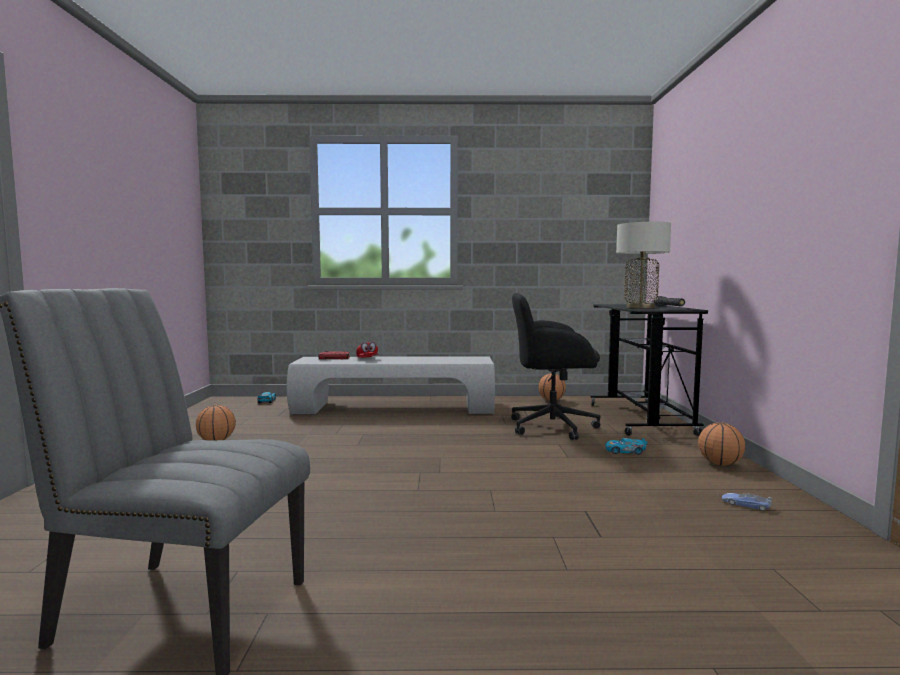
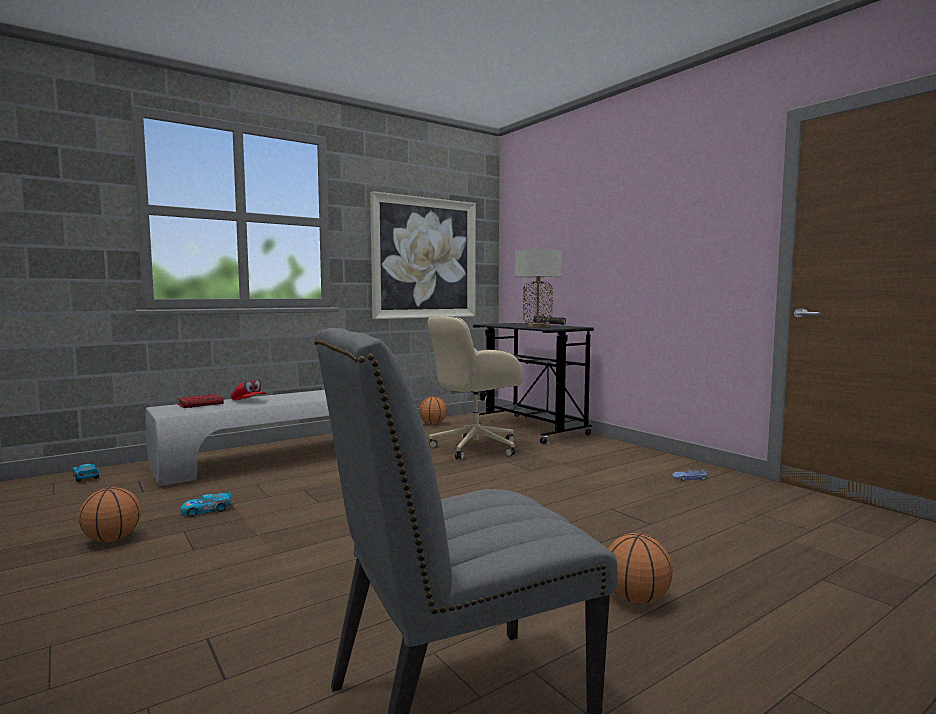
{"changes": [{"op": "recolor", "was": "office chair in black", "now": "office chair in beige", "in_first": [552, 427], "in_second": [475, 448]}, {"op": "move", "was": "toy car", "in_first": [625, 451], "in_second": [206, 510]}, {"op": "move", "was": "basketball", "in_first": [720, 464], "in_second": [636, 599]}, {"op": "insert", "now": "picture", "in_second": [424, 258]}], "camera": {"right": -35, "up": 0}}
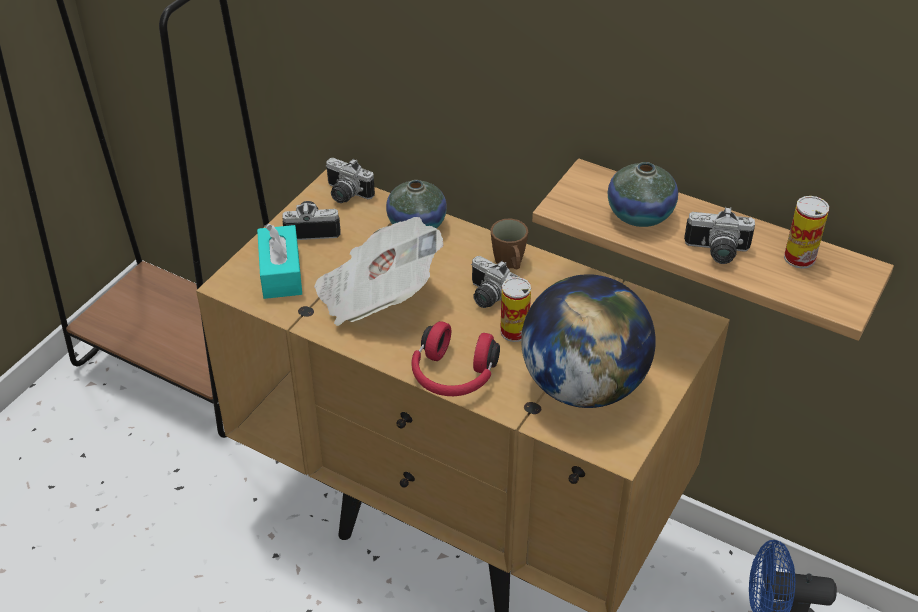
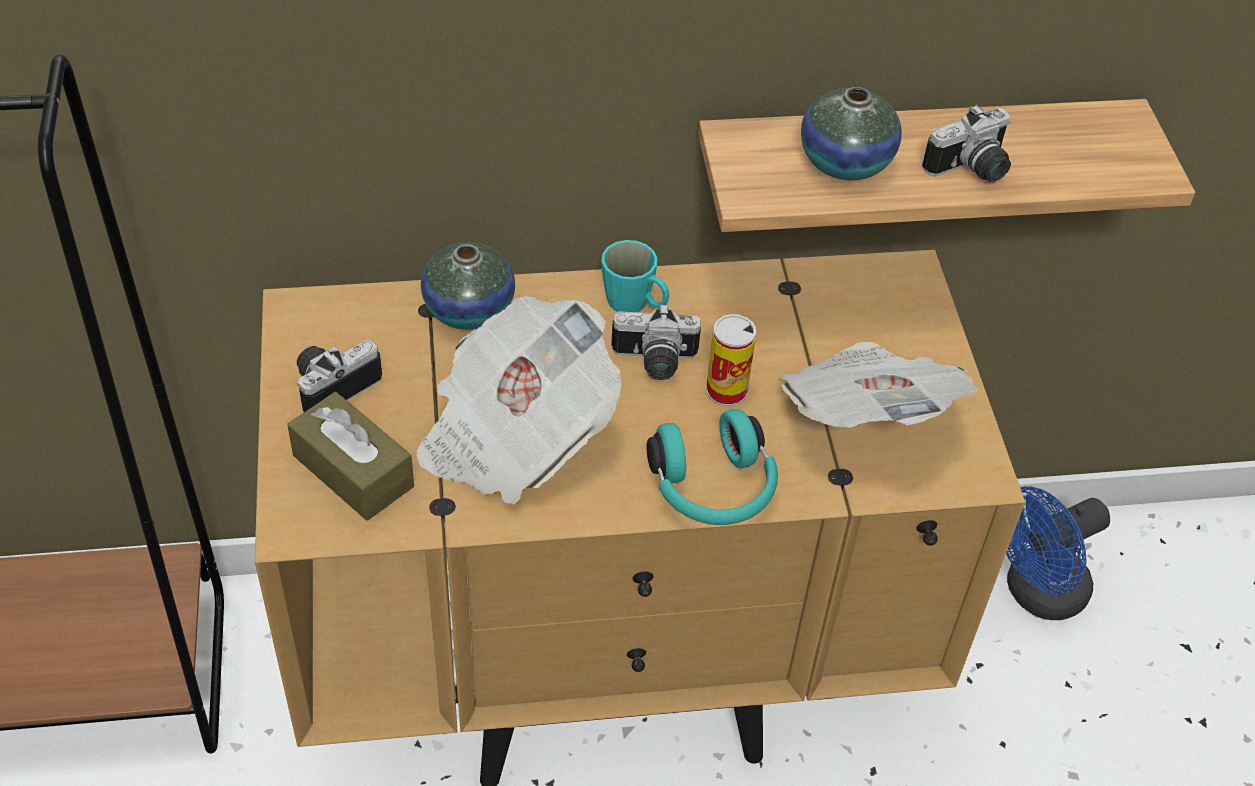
{"changes": [{"op": "recolor", "was": "tissue box in turquoise", "now": "tissue box in brown", "in_first": [281, 273], "in_second": [353, 471]}, {"op": "delete", "was": "photo camera", "in_first": [345, 195]}, {"op": "recolor", "was": "headphones in red", "now": "headphones in turquoise", "in_first": [453, 376], "in_second": [713, 489]}, {"op": "recolor", "was": "mug in brown", "now": "mug in turquoise", "in_first": [510, 264], "in_second": [635, 304]}, {"op": "replace", "was": "globe", "now": "newspaper", "in_first": [583, 385], "in_second": [867, 416]}, {"op": "delete", "was": "can", "in_first": [799, 258]}], "camera": {"right": -40, "up": 5}}
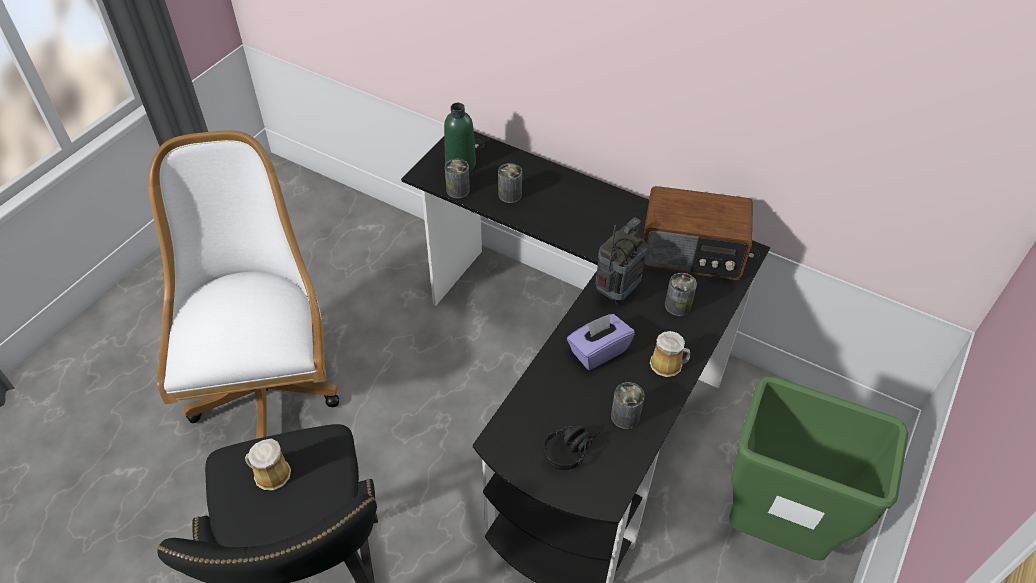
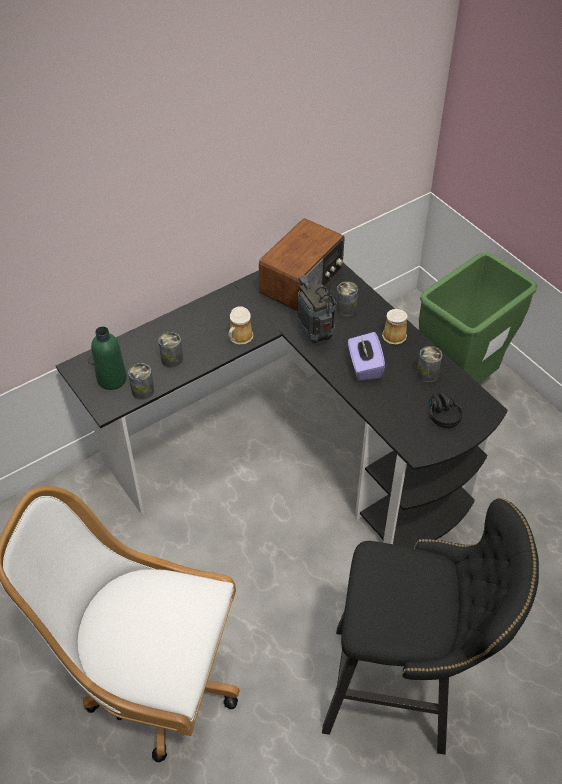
{"changes": [{"op": "move", "was": "mug", "in_first": [270, 474], "in_second": [239, 337]}], "camera": {"right": -65, "up": 0}}
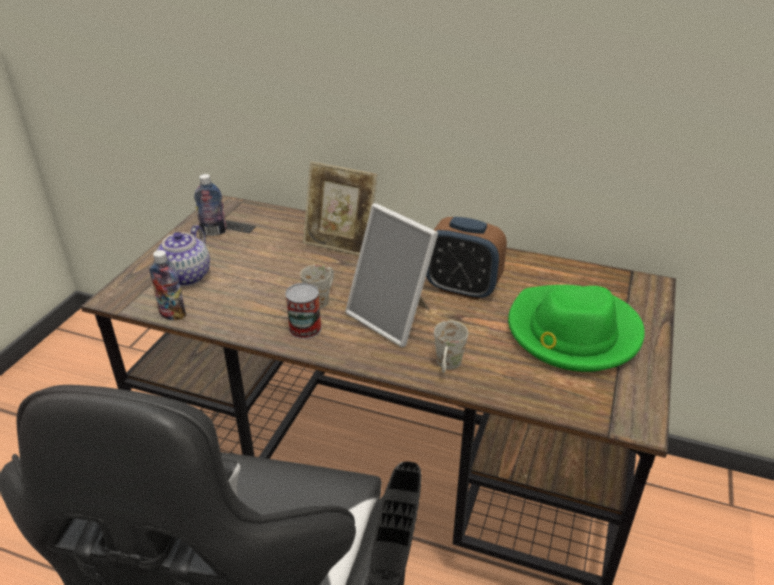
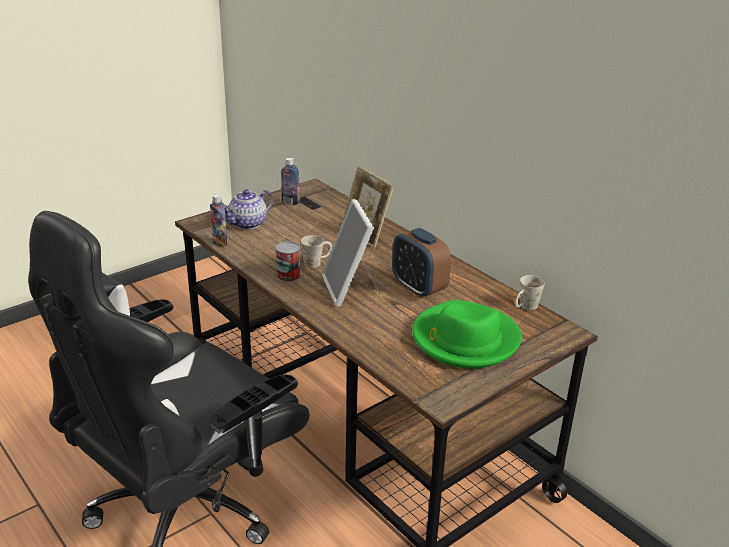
{"changes": [{"op": "move", "was": "mug in white", "in_first": [447, 367], "in_second": [525, 308]}], "camera": {"right": 30, "up": -5}}
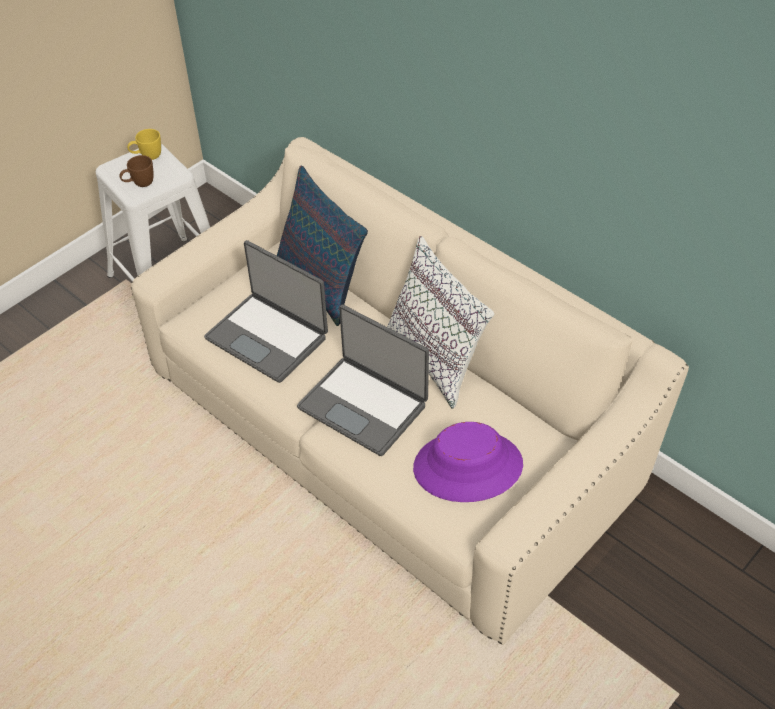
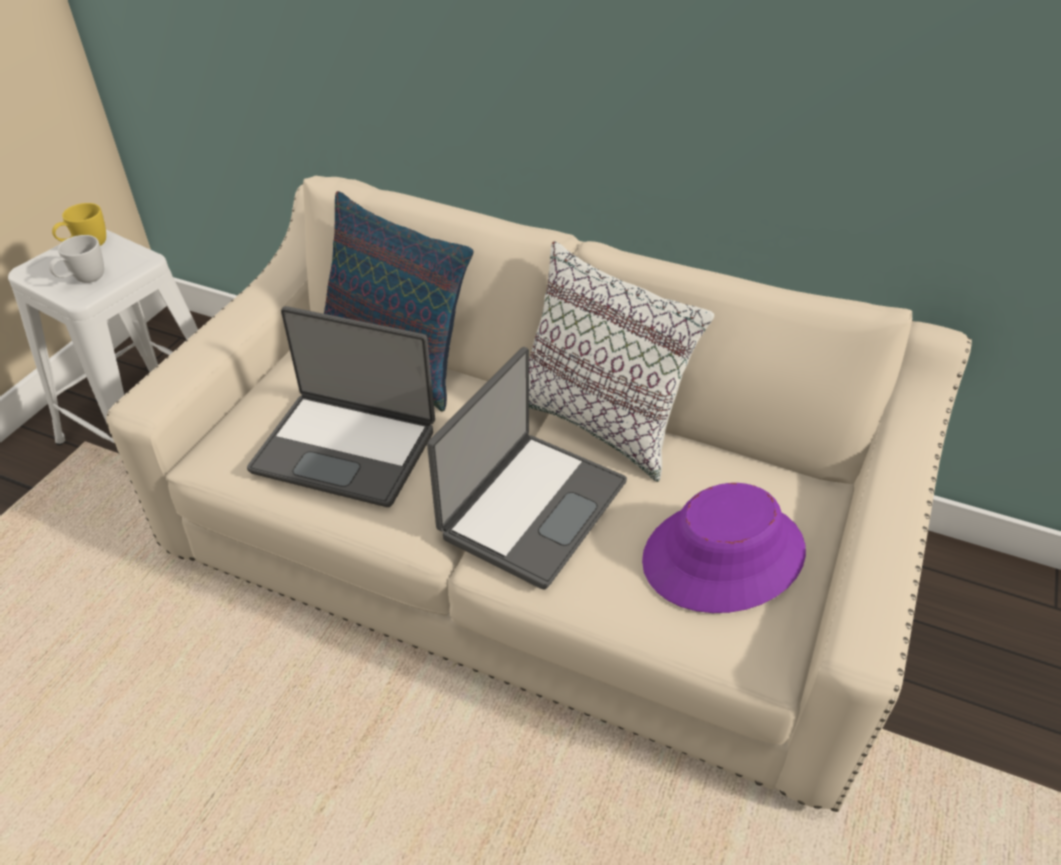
{"changes": [{"op": "recolor", "was": "mug in brown", "now": "mug in white", "in_first": [139, 184], "in_second": [84, 281]}, {"op": "rotate", "was": "laptop", "in_first": [364, 405], "in_second": [531, 508], "clockwise": -75}], "camera": {"right": -20, "up": -5}}
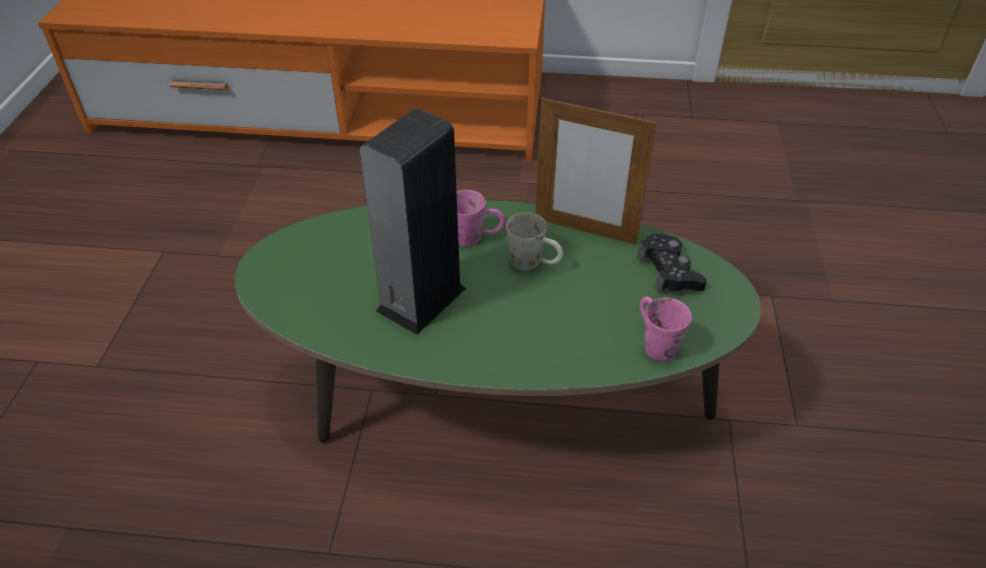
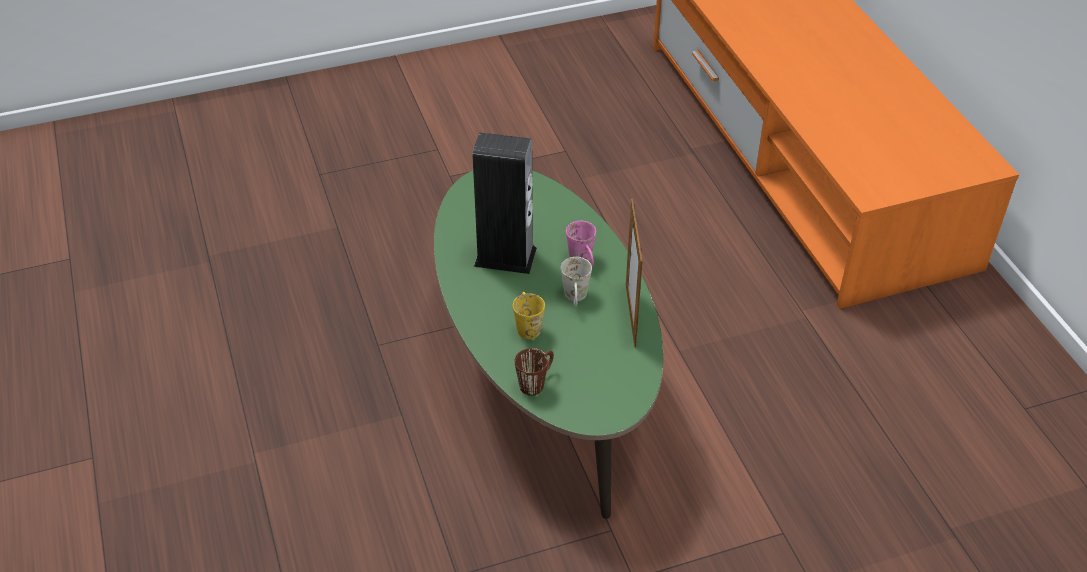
{"changes": [{"op": "delete", "was": "game controller in black", "in_first": [669, 272]}, {"op": "recolor", "was": "mug in pink", "now": "mug in brown", "in_first": [654, 342], "in_second": [536, 381]}, {"op": "insert", "now": "mug in yellow", "in_second": [527, 325]}], "camera": {"right": 65, "up": 0}}
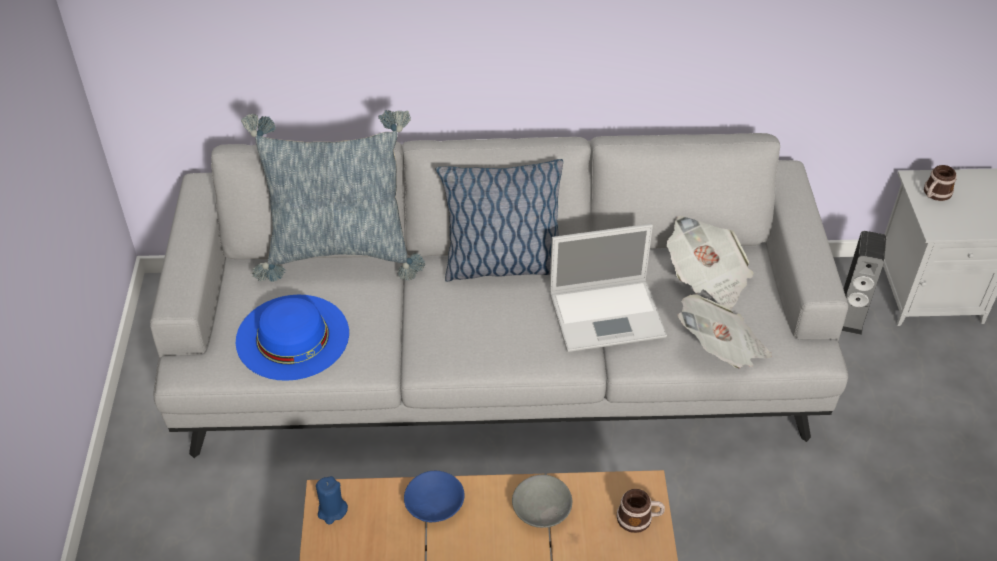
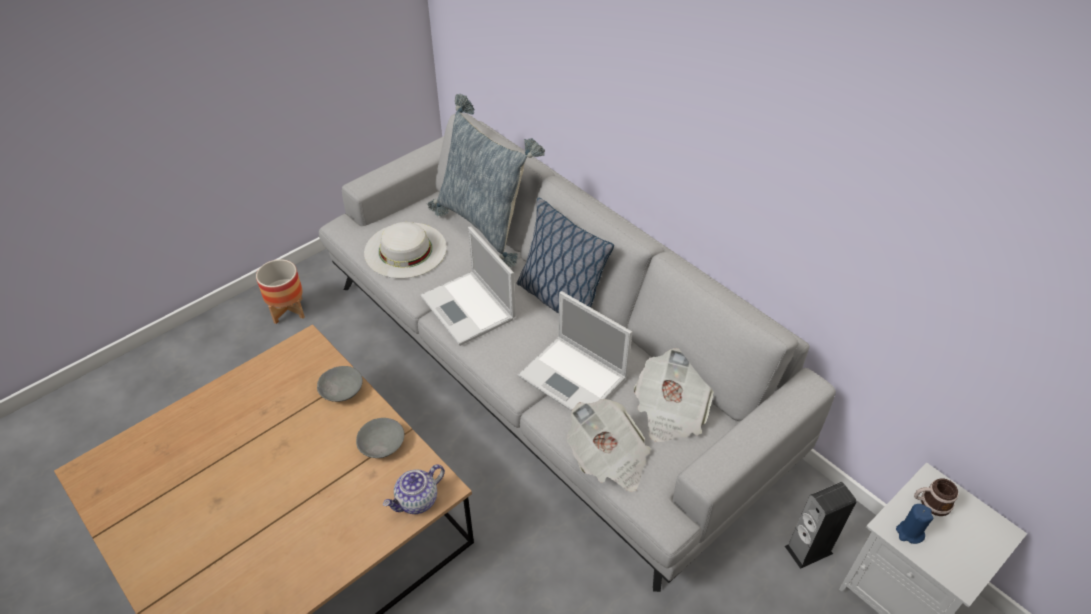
{"changes": [{"op": "recolor", "was": "hat in blue", "now": "hat in white", "in_first": [292, 336], "in_second": [405, 250]}, {"op": "move", "was": "candle in blue", "in_first": [332, 511], "in_second": [909, 533]}, {"op": "recolor", "was": "bowl in blue", "now": "bowl in grey", "in_first": [433, 504], "in_second": [341, 389]}, {"op": "replace", "was": "mug", "now": "teapot", "in_first": [639, 518], "in_second": [417, 501]}, {"op": "insert", "now": "planter", "in_second": [288, 310]}, {"op": "insert", "now": "laptop", "in_second": [469, 308]}], "camera": {"right": 50, "up": 0}}
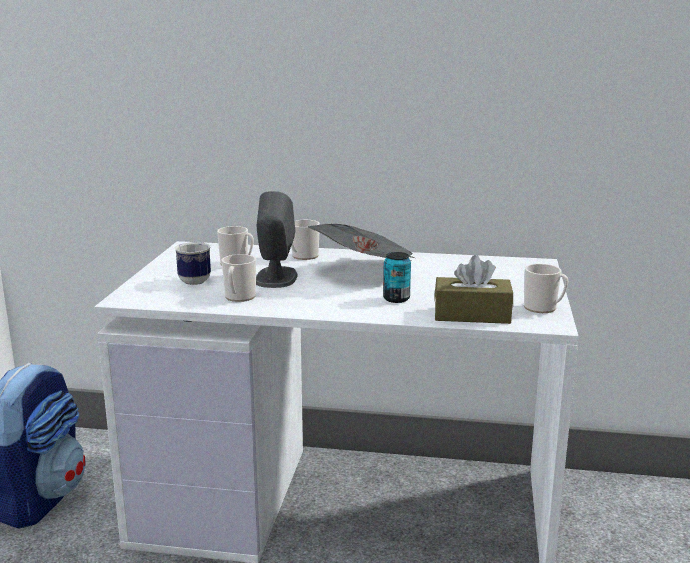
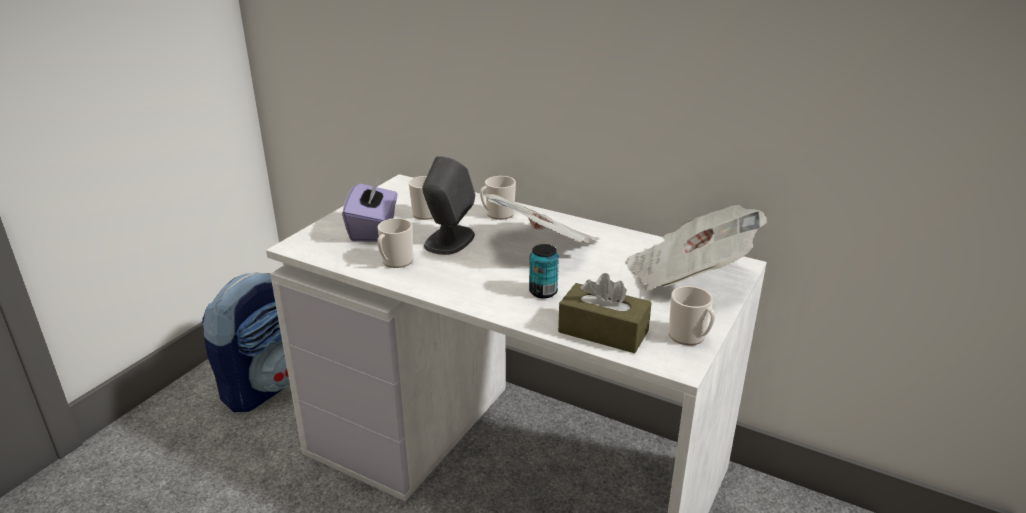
{"changes": [{"op": "replace", "was": "mug", "now": "tissue box in purple", "in_first": [194, 280], "in_second": [373, 230]}, {"op": "insert", "now": "newspaper", "in_second": [687, 276]}], "camera": {"right": 20, "up": 10}}
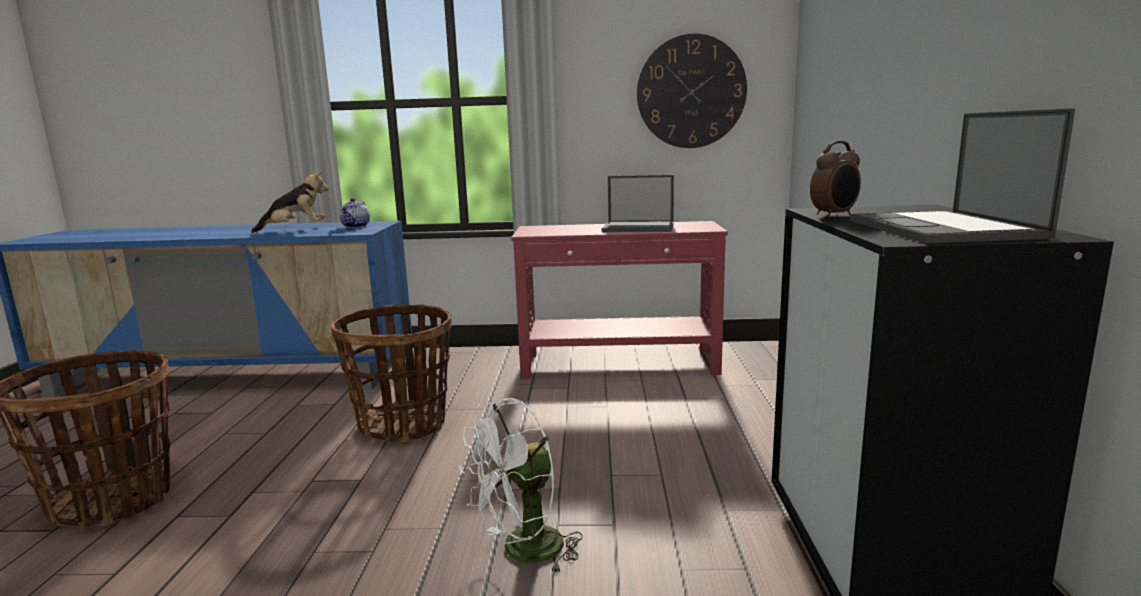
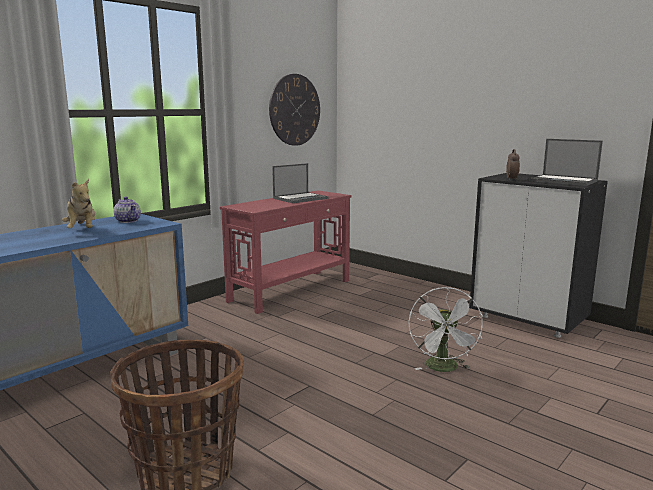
{"changes": [{"op": "rotate", "was": "plush toy", "in_first": [295, 229], "in_second": [82, 230], "clockwise": 135}, {"op": "delete", "was": "basket", "in_first": [403, 425]}], "camera": {"right": -50, "up": 0}}
